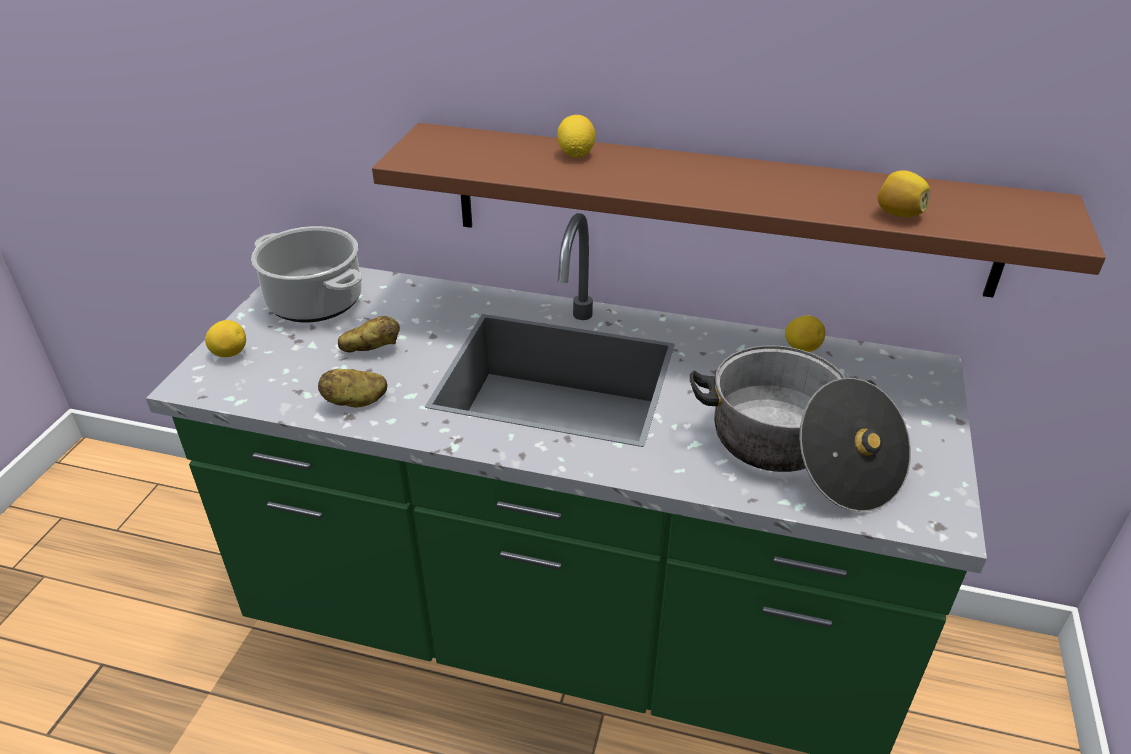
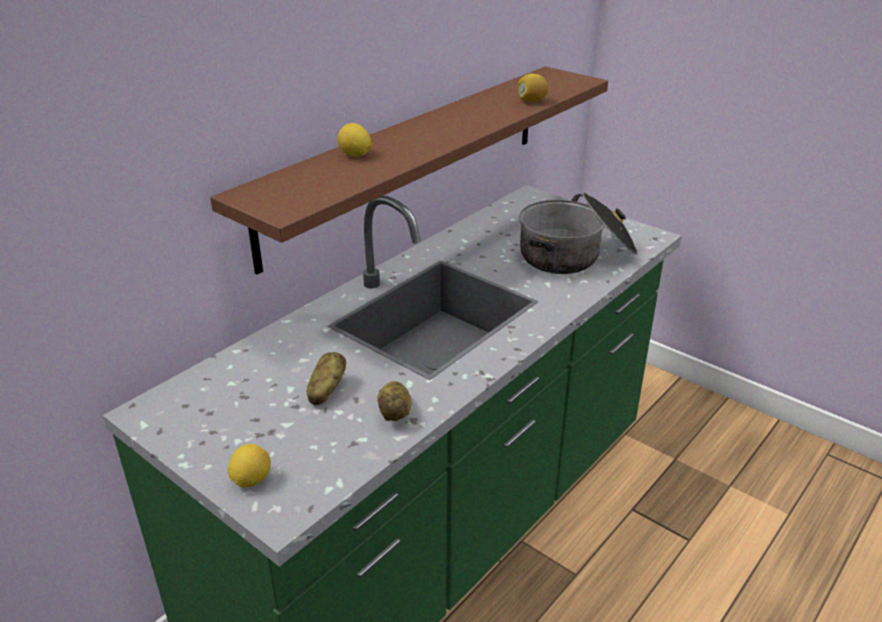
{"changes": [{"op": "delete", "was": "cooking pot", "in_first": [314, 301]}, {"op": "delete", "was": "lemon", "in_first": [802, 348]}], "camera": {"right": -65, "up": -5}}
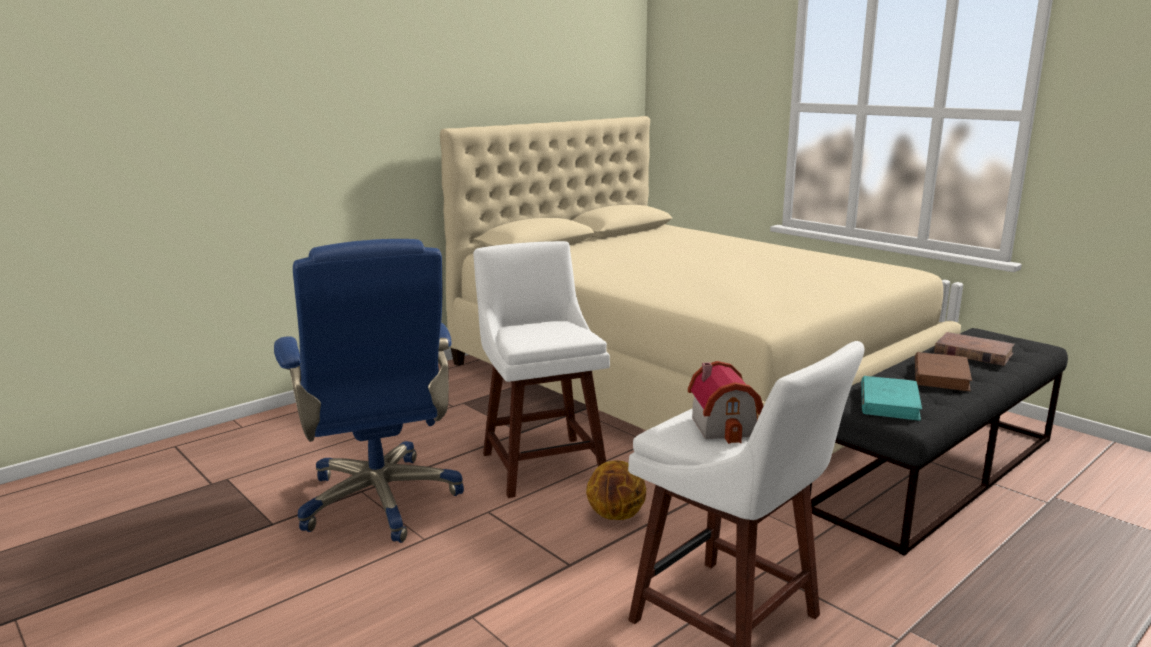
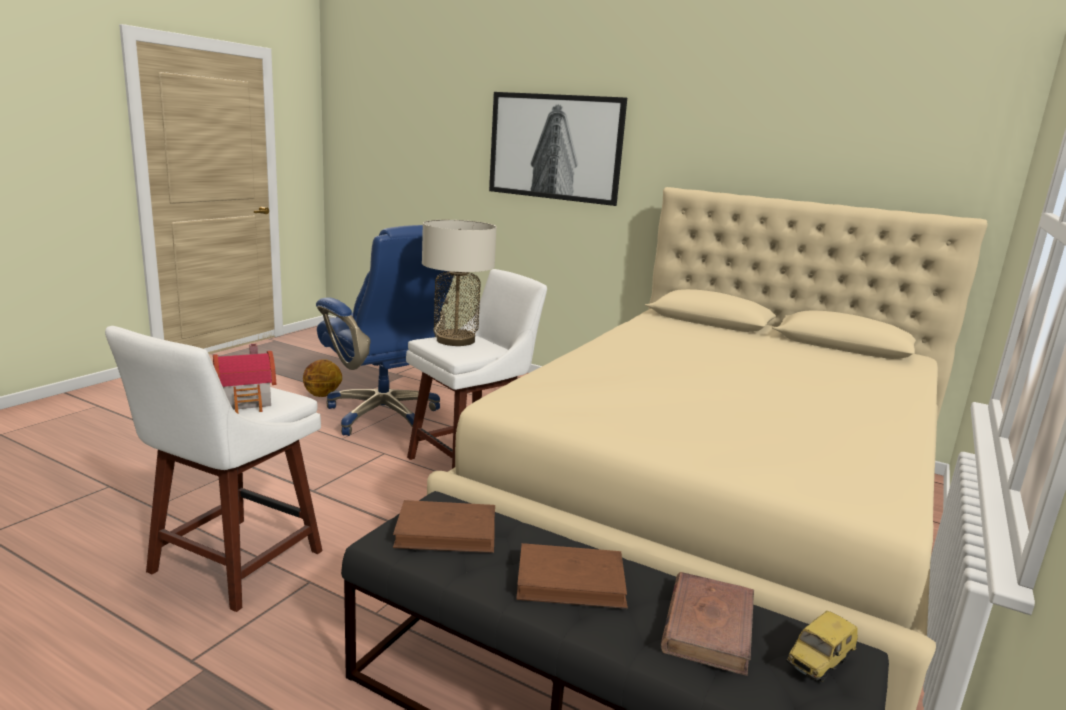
{"changes": [{"op": "rotate", "was": "office chair in blue", "in_first": [379, 504], "in_second": [384, 418], "clockwise": -90}, {"op": "move", "was": "basketball", "in_first": [616, 516], "in_second": [322, 395]}, {"op": "recolor", "was": "book in turquoise", "now": "book in brown", "in_first": [889, 402], "in_second": [447, 532]}, {"op": "insert", "now": "table lamp", "in_second": [455, 340]}, {"op": "insert", "now": "picture", "in_second": [554, 147]}, {"op": "insert", "now": "toy car", "in_second": [820, 664]}], "camera": {"right": 70, "up": 0}}
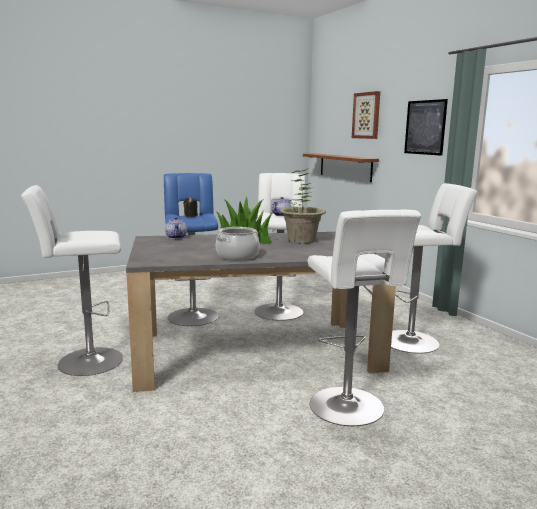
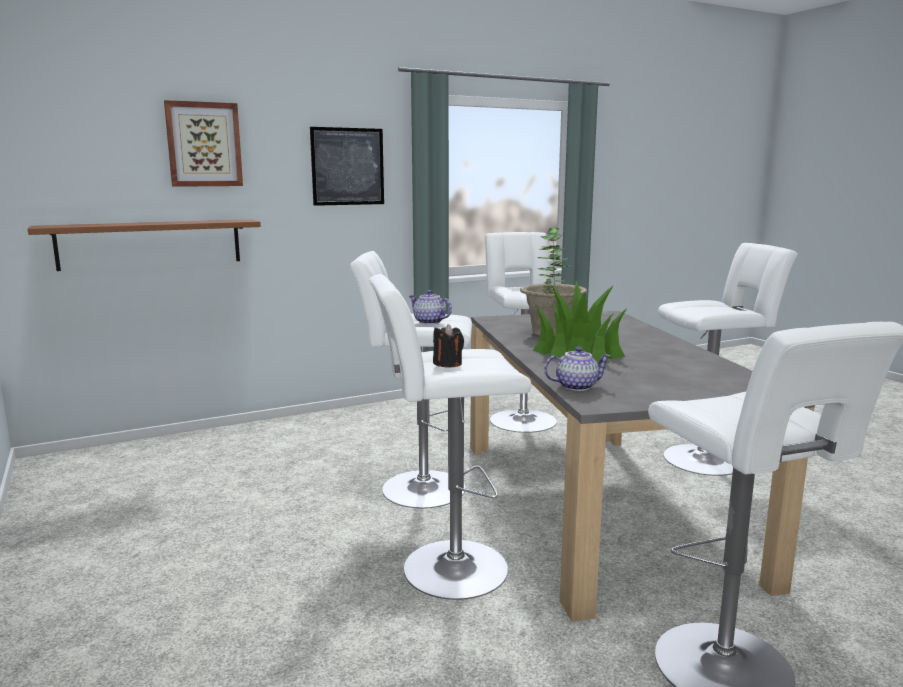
{"changes": [{"op": "recolor", "was": "stool in blue", "now": "stool in white", "in_first": [192, 315], "in_second": [447, 569]}, {"op": "delete", "was": "cooking pot", "in_first": [237, 256]}], "camera": {"right": -90, "up": 0}}
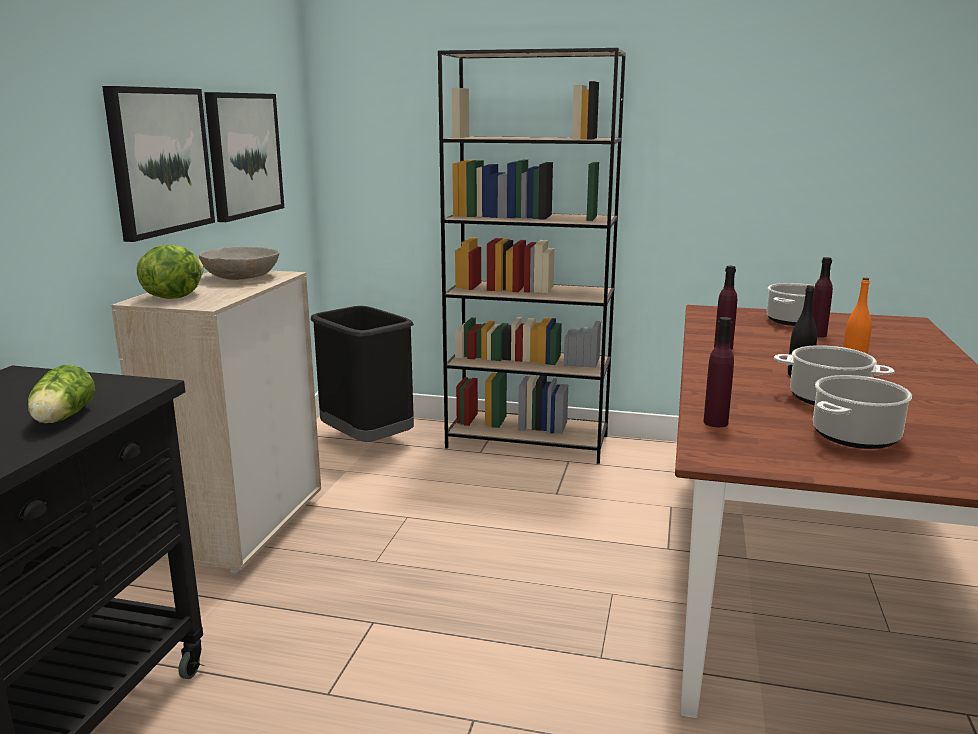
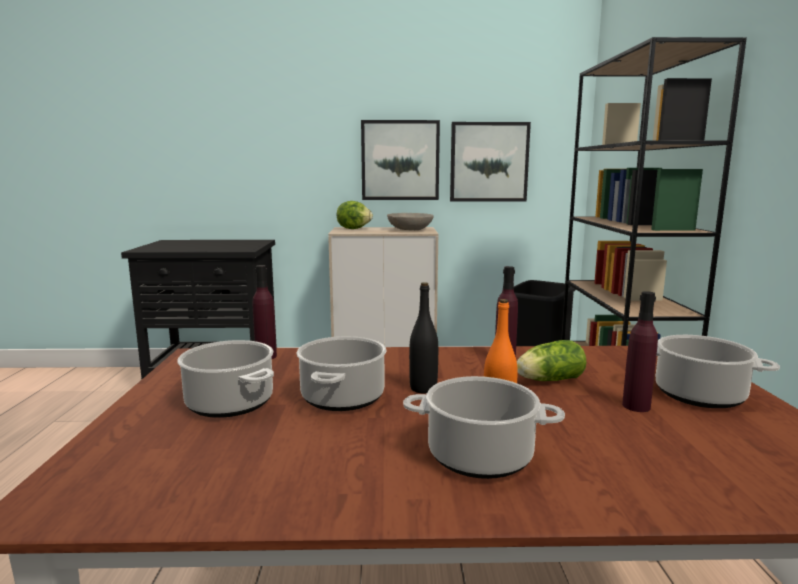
{"changes": [{"op": "move", "was": "lettuce", "in_first": [61, 418], "in_second": [547, 380]}, {"op": "insert", "now": "cooking pot", "in_second": [481, 456]}], "camera": {"right": 75, "up": -5}}
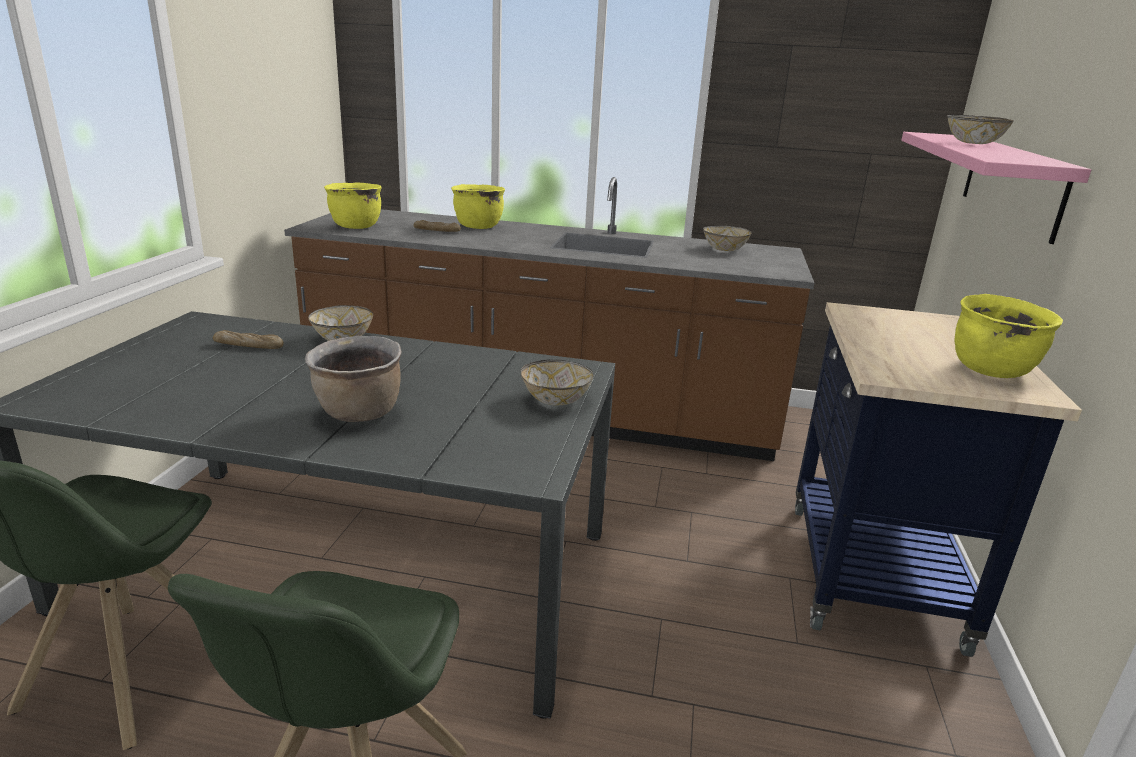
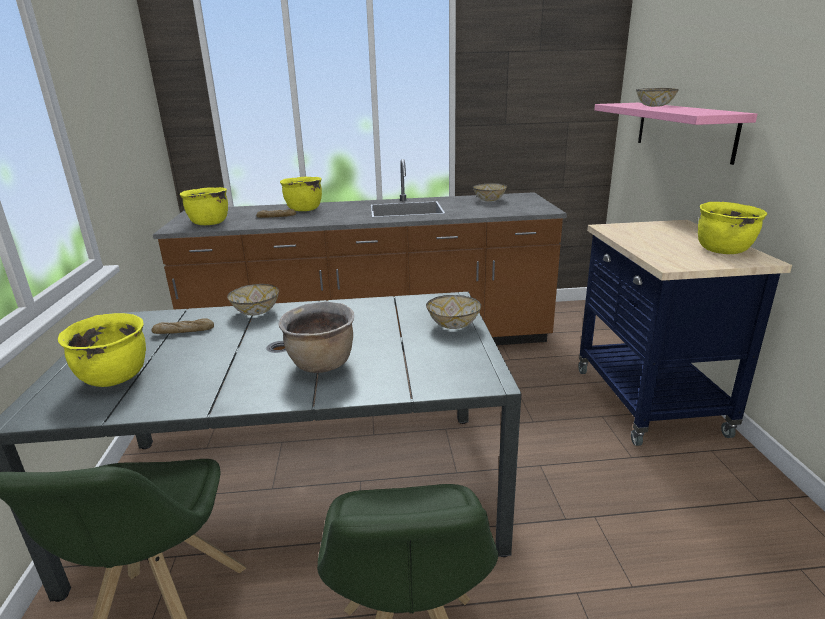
{"changes": [{"op": "insert", "now": "cooking pot in yellow", "in_second": [115, 377]}], "camera": {"right": -15, "up": 0}}
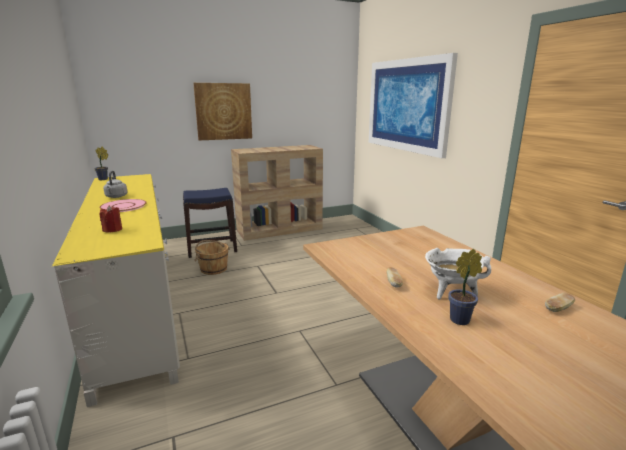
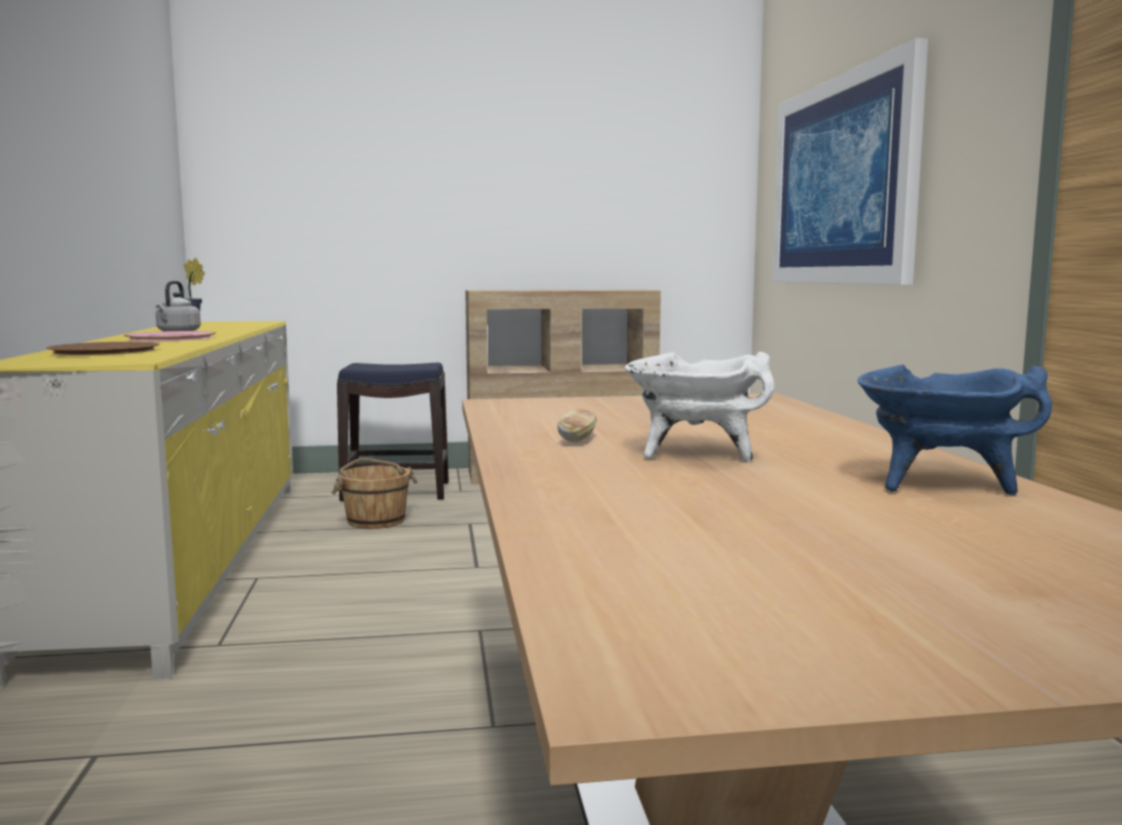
{"changes": [{"op": "replace", "was": "candle in red", "now": "plate in brown", "in_first": [113, 230], "in_second": [105, 350]}, {"op": "delete", "was": "picture", "in_first": [223, 111]}, {"op": "delete", "was": "potted plant", "in_first": [462, 320]}, {"op": "replace", "was": "bread", "now": "cooking pot in blue", "in_first": [558, 309], "in_second": [938, 486]}], "camera": {"right": 15, "up": -10}}
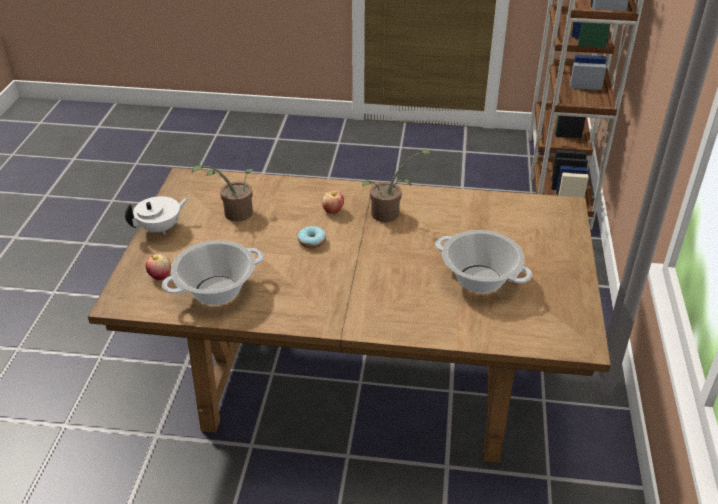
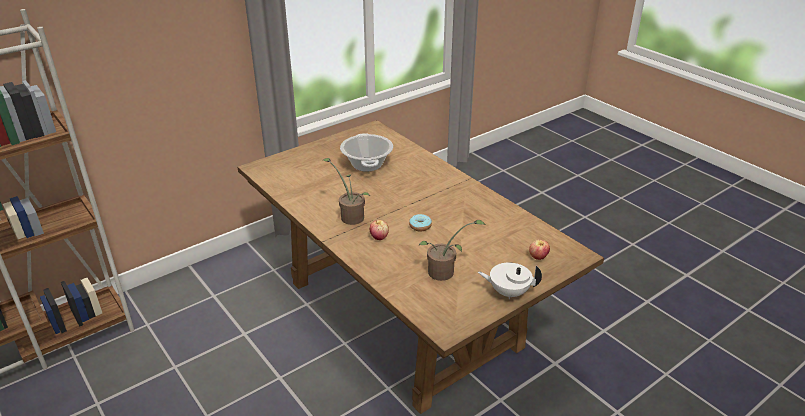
{"changes": [{"op": "delete", "was": "cooking pot", "in_first": [217, 290]}], "camera": {"right": -135, "up": -5}}
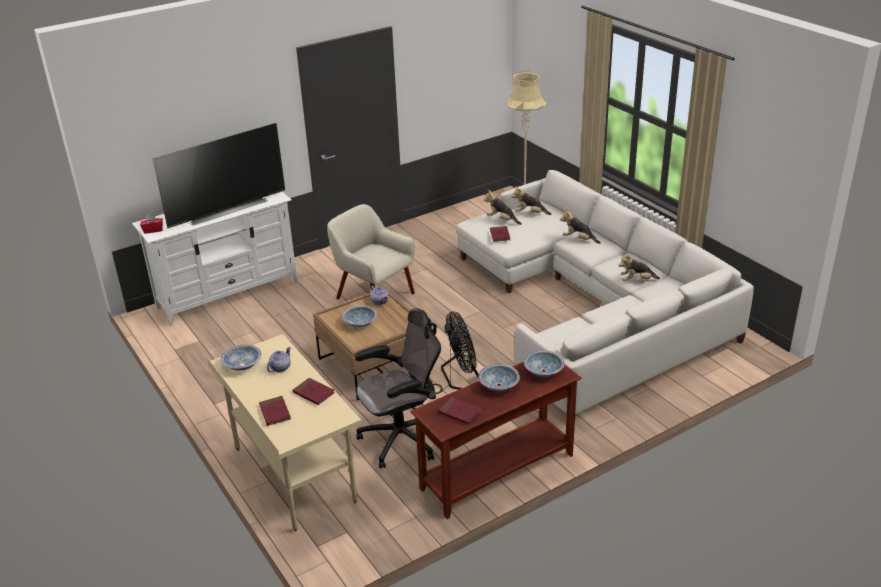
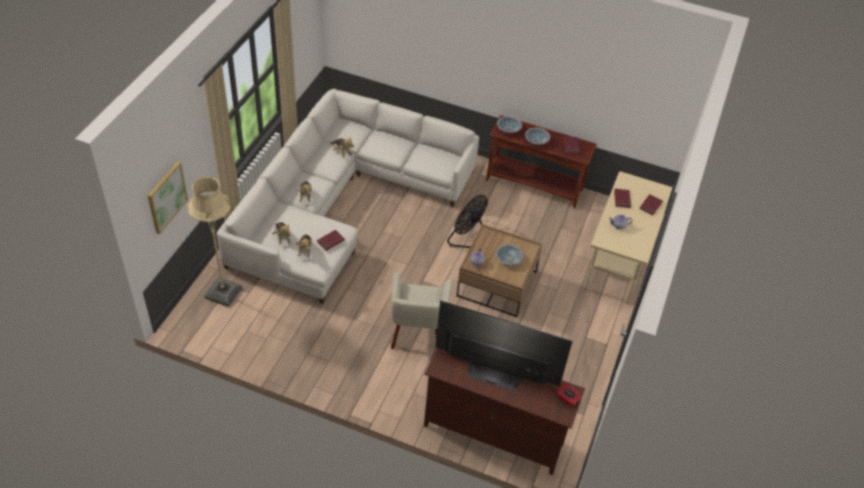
{"changes": [{"op": "recolor", "was": "tv stand in white", "now": "tv stand in brown", "in_first": [228, 294], "in_second": [493, 434]}, {"op": "delete", "was": "bowl", "in_first": [242, 365]}, {"op": "delete", "was": "office chair", "in_first": [401, 439]}, {"op": "insert", "now": "picture", "in_second": [166, 197]}], "camera": {"right": -130, "up": 15}}
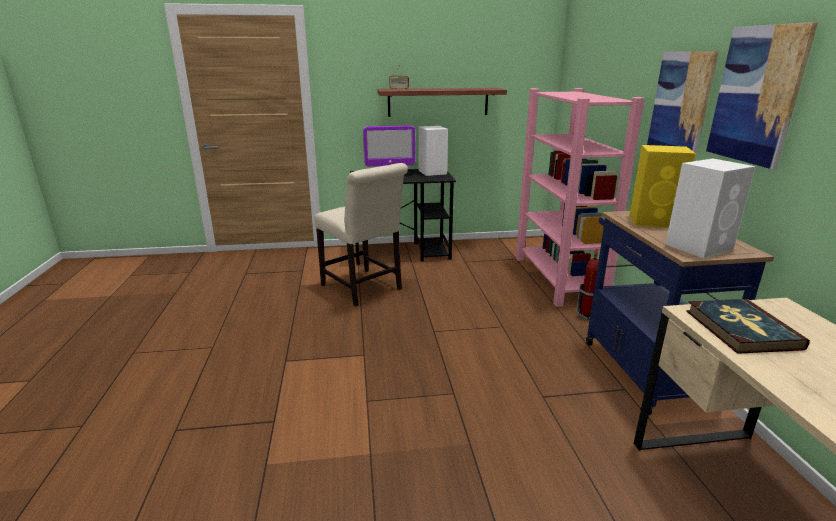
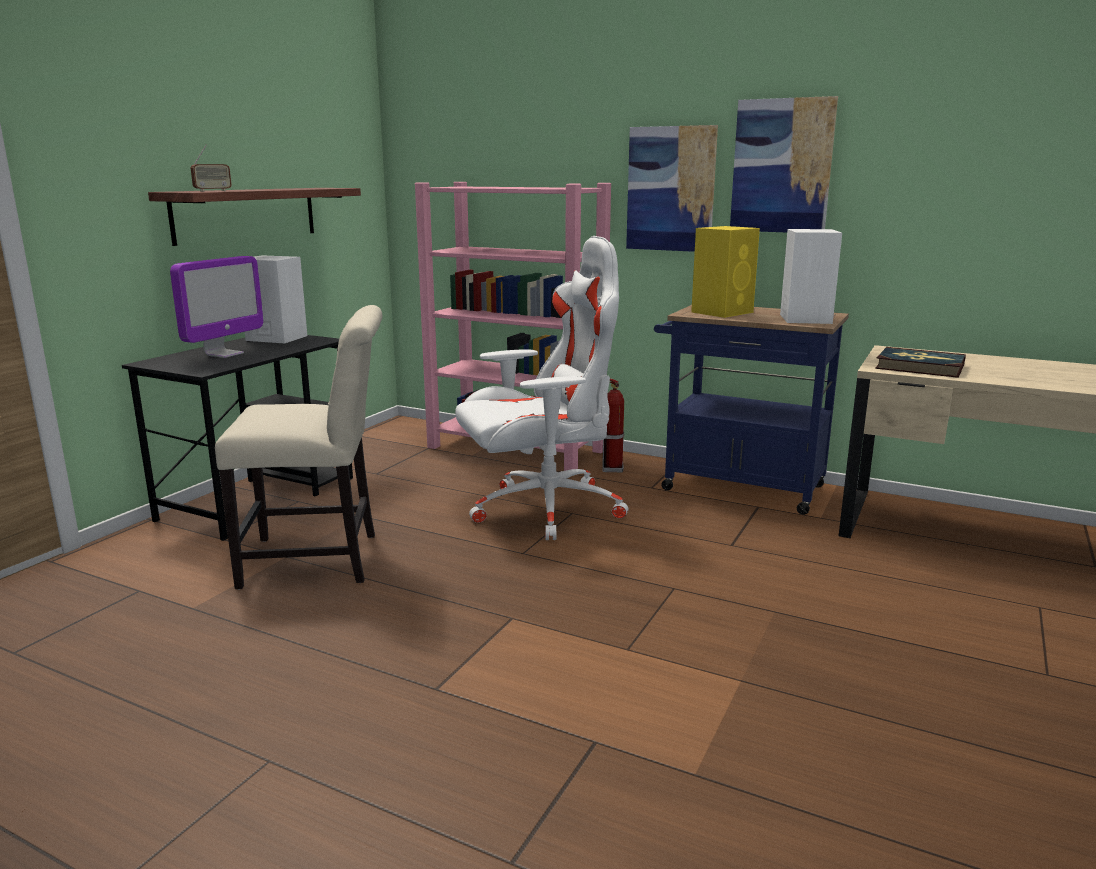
{"changes": [{"op": "insert", "now": "office chair in white", "in_second": [537, 512]}], "camera": {"right": -55, "up": -5}}
